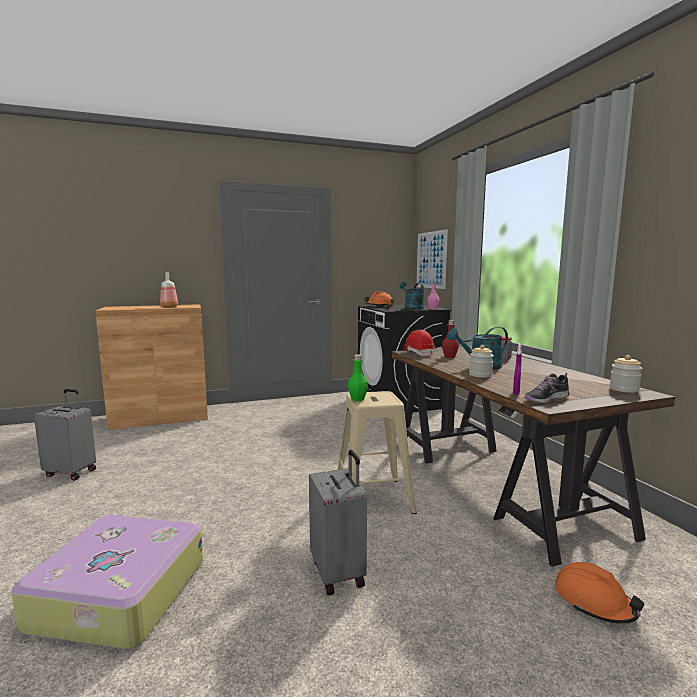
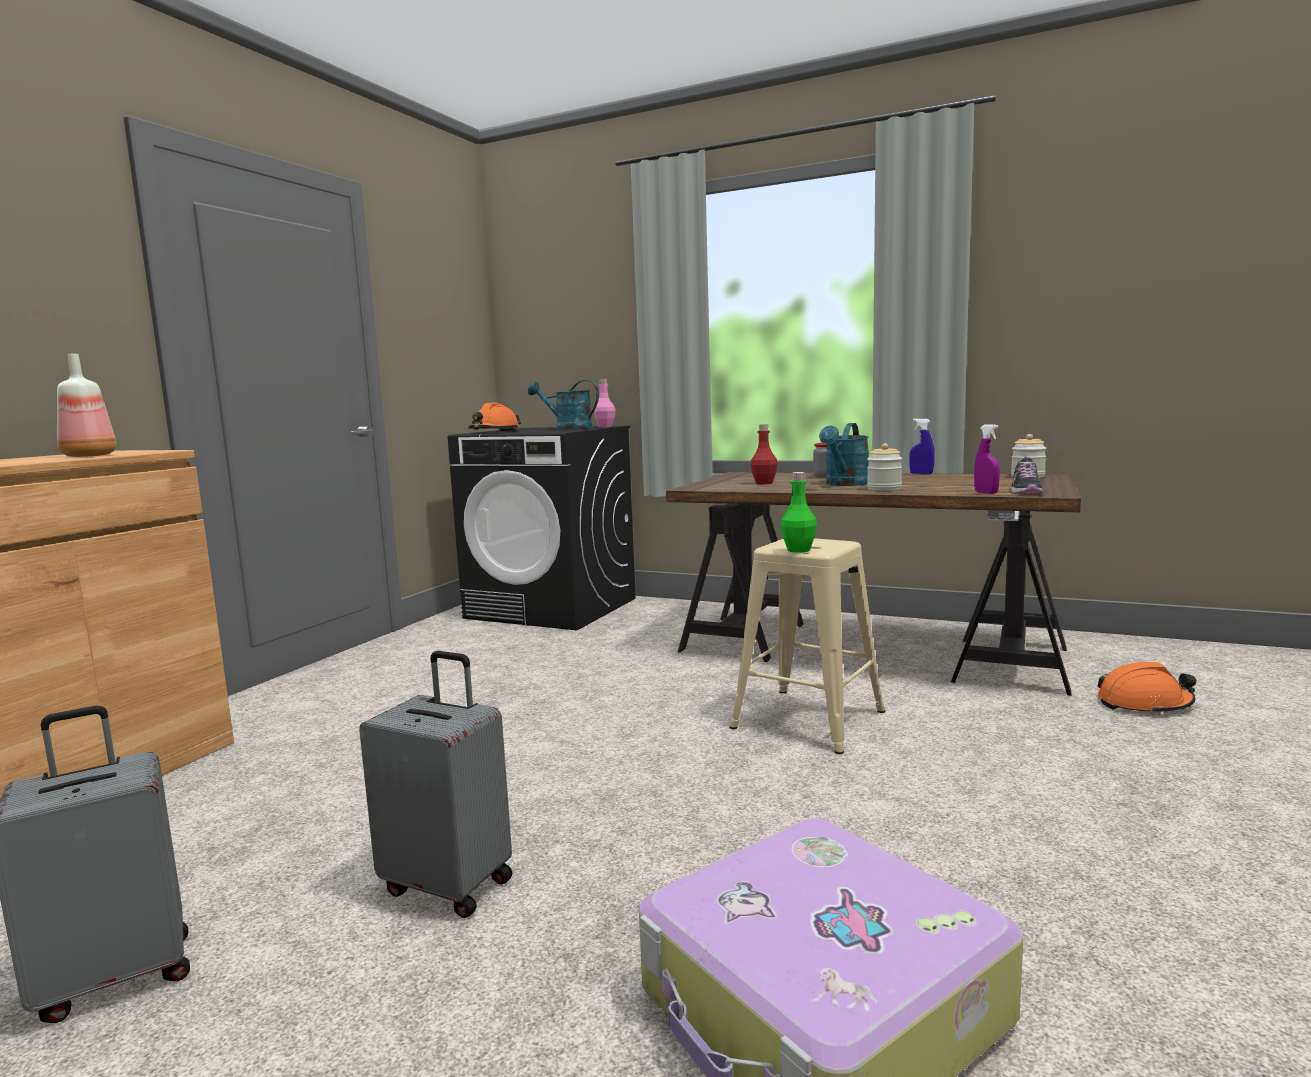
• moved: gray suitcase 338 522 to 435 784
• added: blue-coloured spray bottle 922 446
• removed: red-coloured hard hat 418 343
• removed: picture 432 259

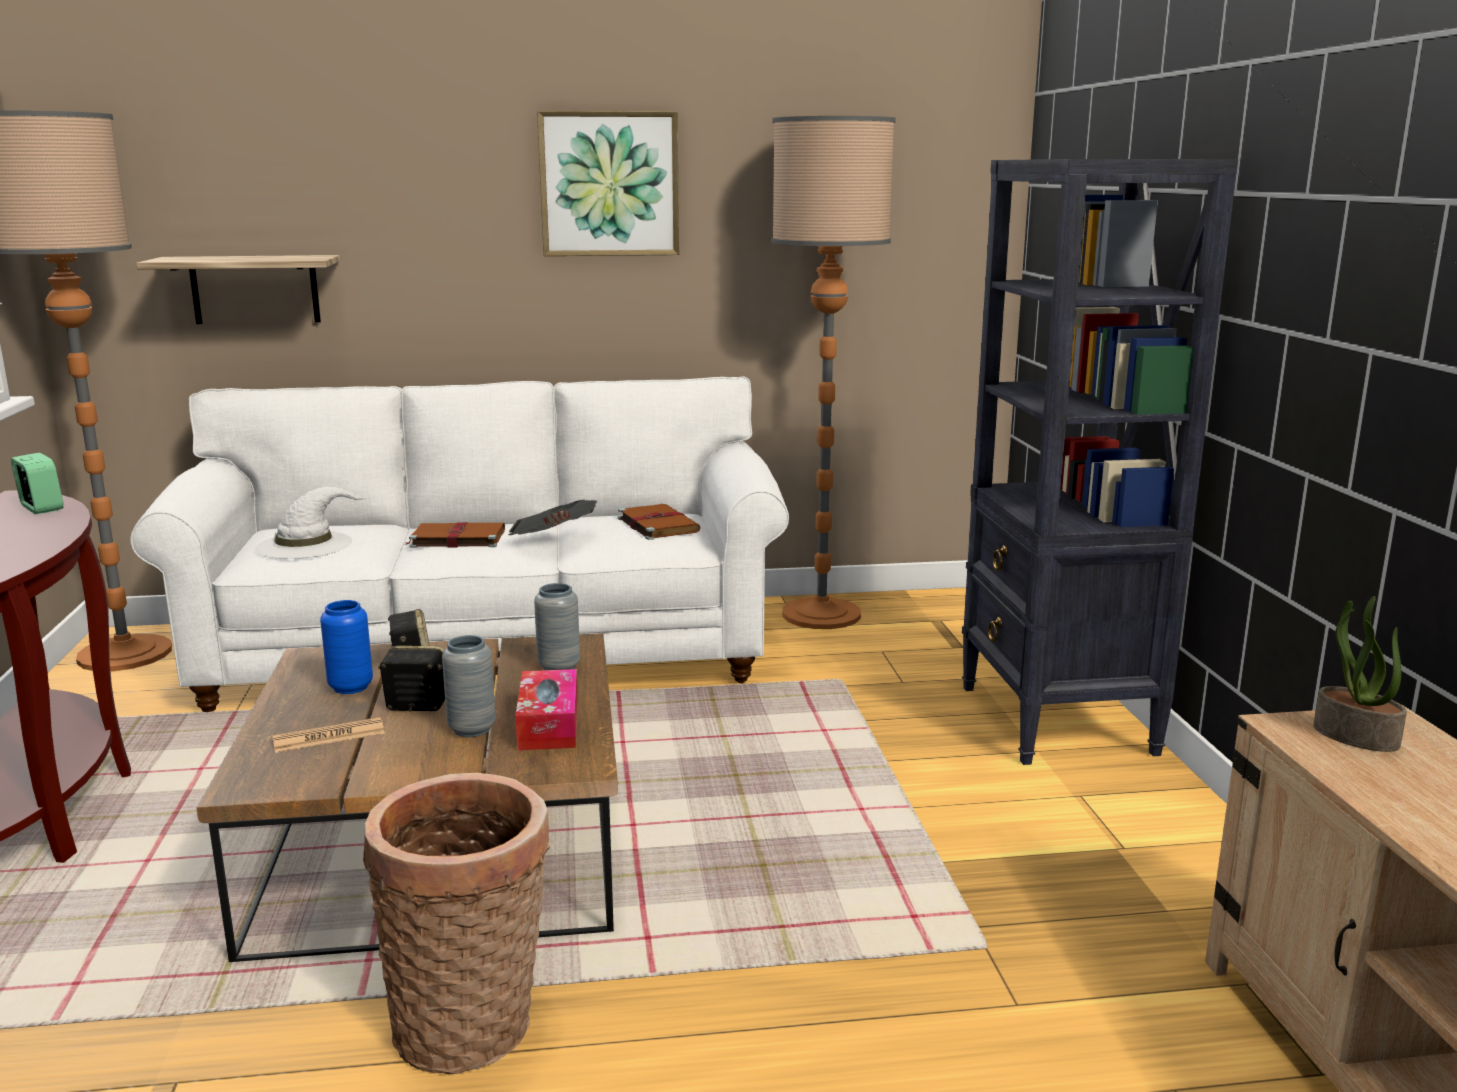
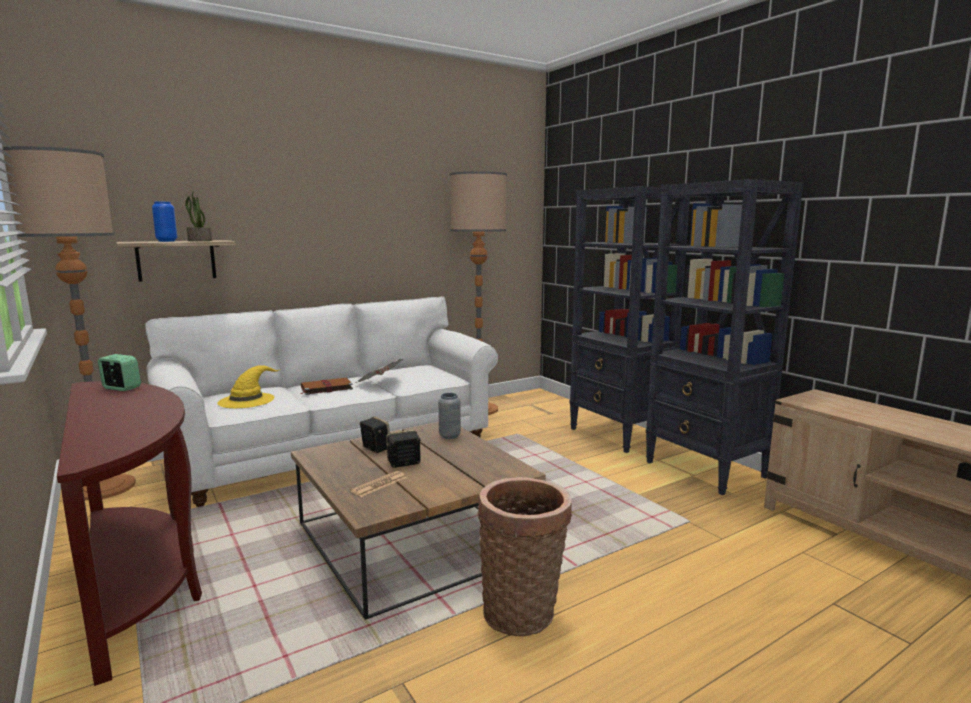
• moved: blue-coloured vase 346 647 to 164 222
• moved: plant in a pot 1360 674 to 198 215
• recoloured: white hat 312 523 to yellowish hat 249 386
• added: black bookcase 725 337
• removed: gray vase 469 686
• removed: box of tissues 546 709
• removed: picture 608 183
• removed: brown volume 659 522

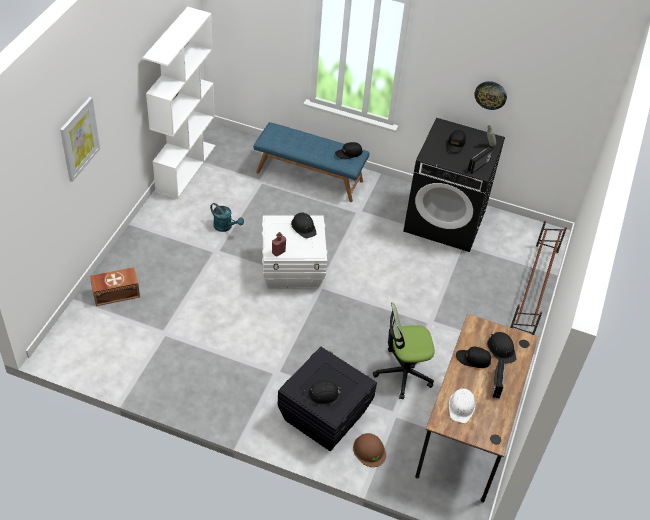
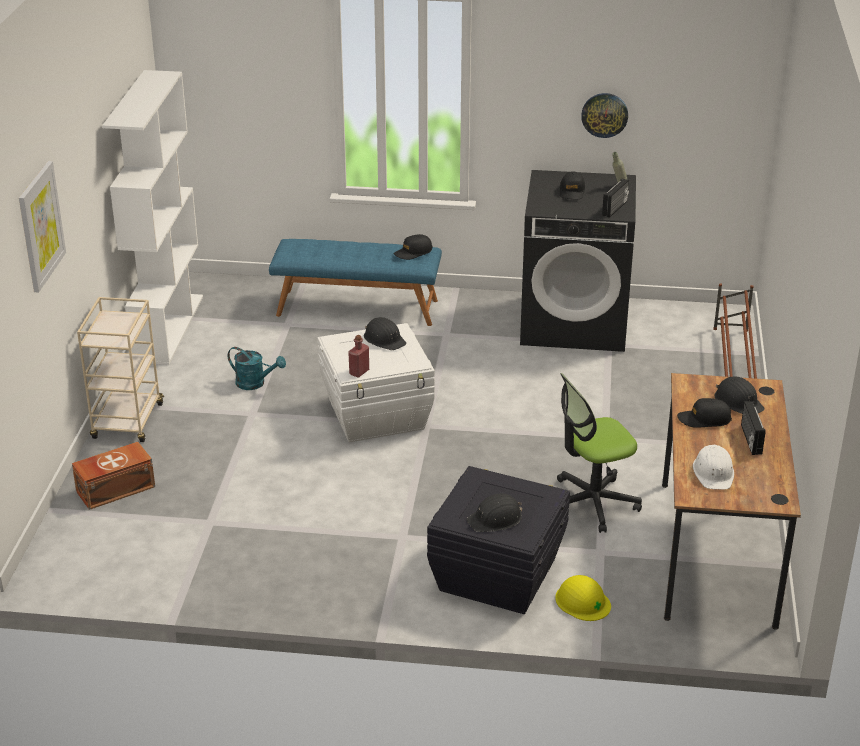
• added: beige-coloured trolley 120 369
• recoloured: brown hard hat 369 450 to yellowish hard hat 583 598

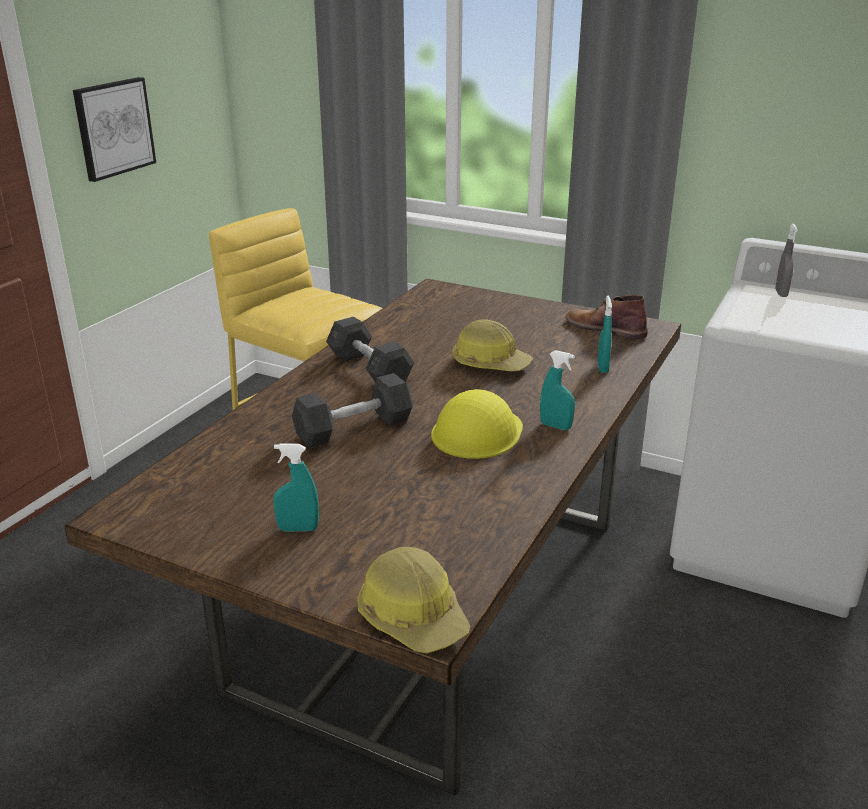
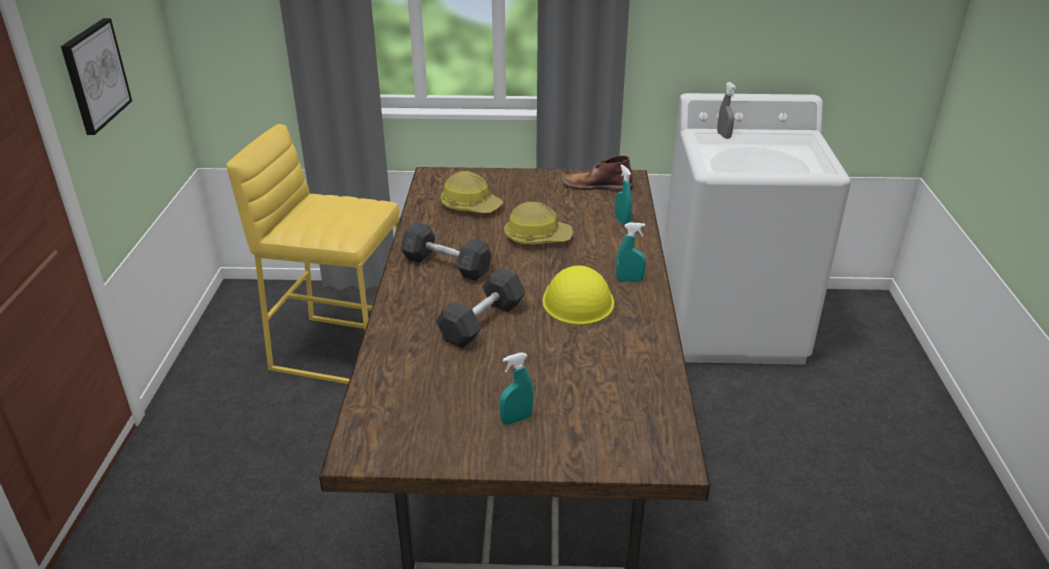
• moved: hard hat 413 600 to 471 192

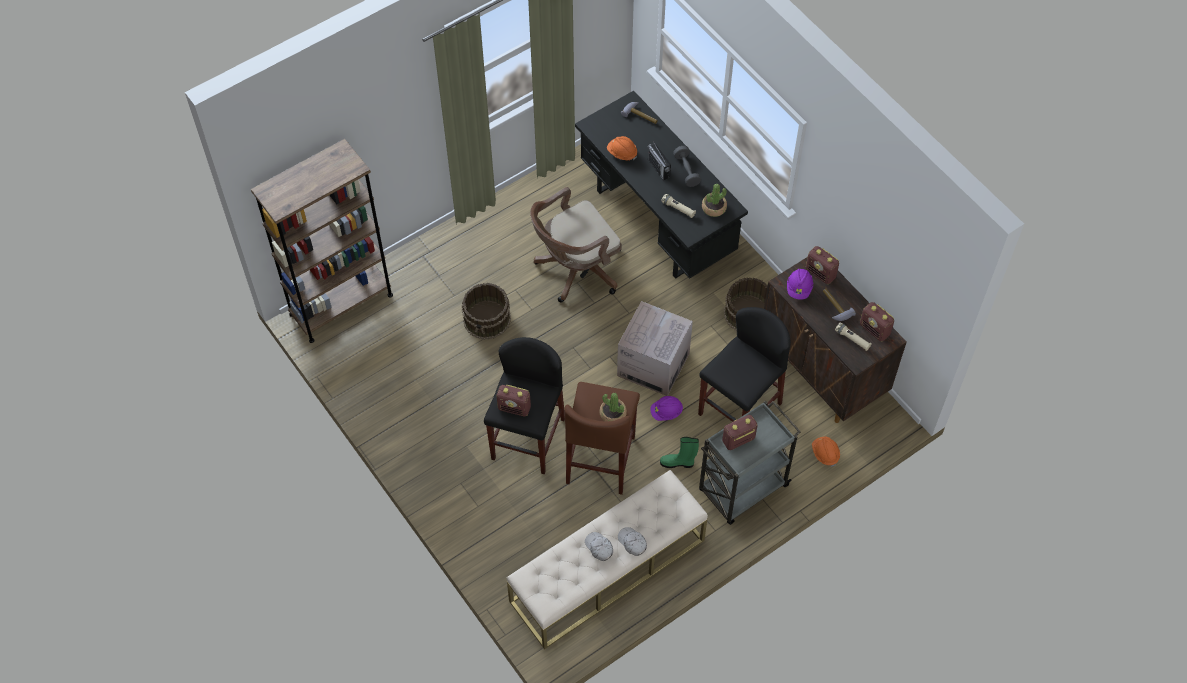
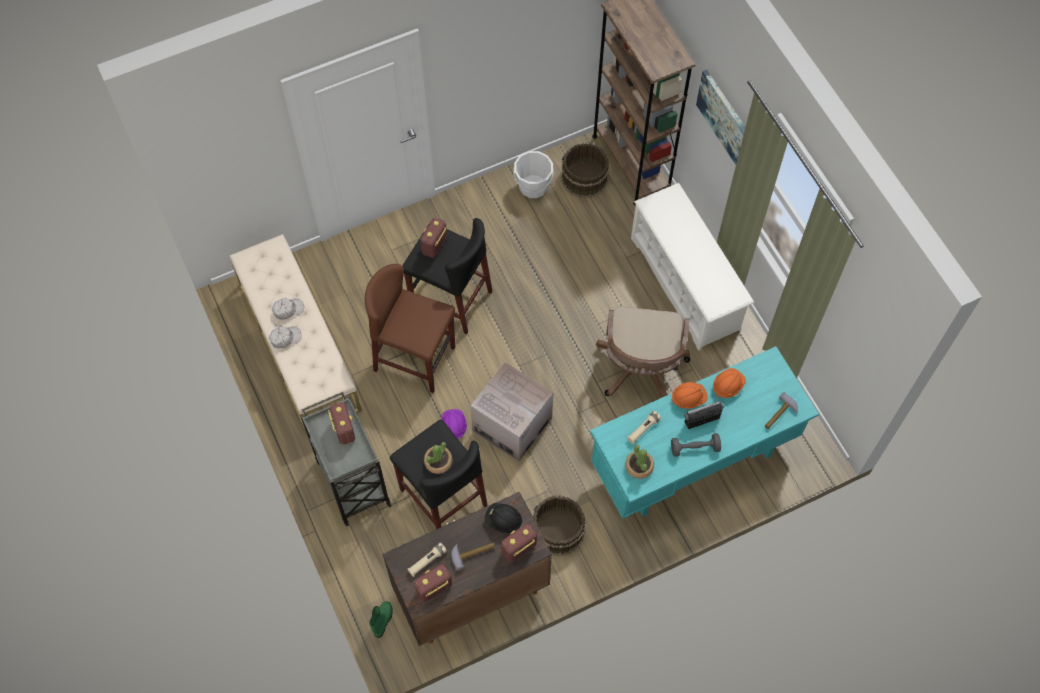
• moved: green high-top boot 679 452 to 381 619
• moved: plant in a pot 613 407 to 438 458
• recoloured: purplish hard hat 800 284 to black hard hat 504 518
• added: white water bucket 533 174
• moved: brown water bucket 486 311 to 585 170
• recoloured: black desk 661 185 to turquoise-coloured desk 704 432
• turned: brown office chair 576 244 = 643 351 150 degrees counterclockwise
• added: white shoe stand 692 267
• moved: orangey hard hat 826 452 to 690 395
• added: picture 720 117

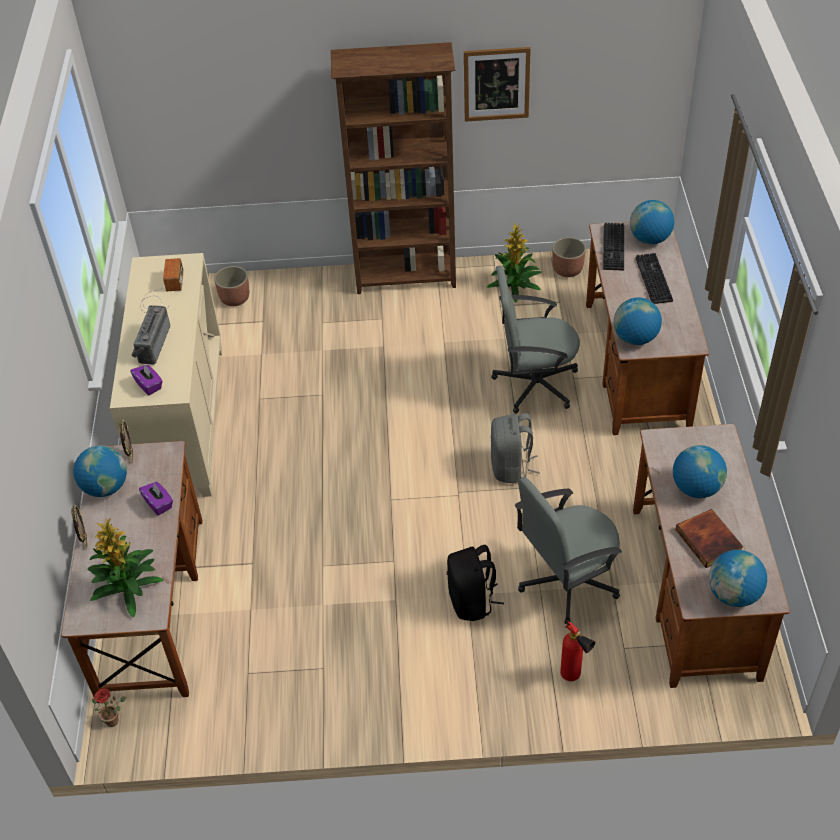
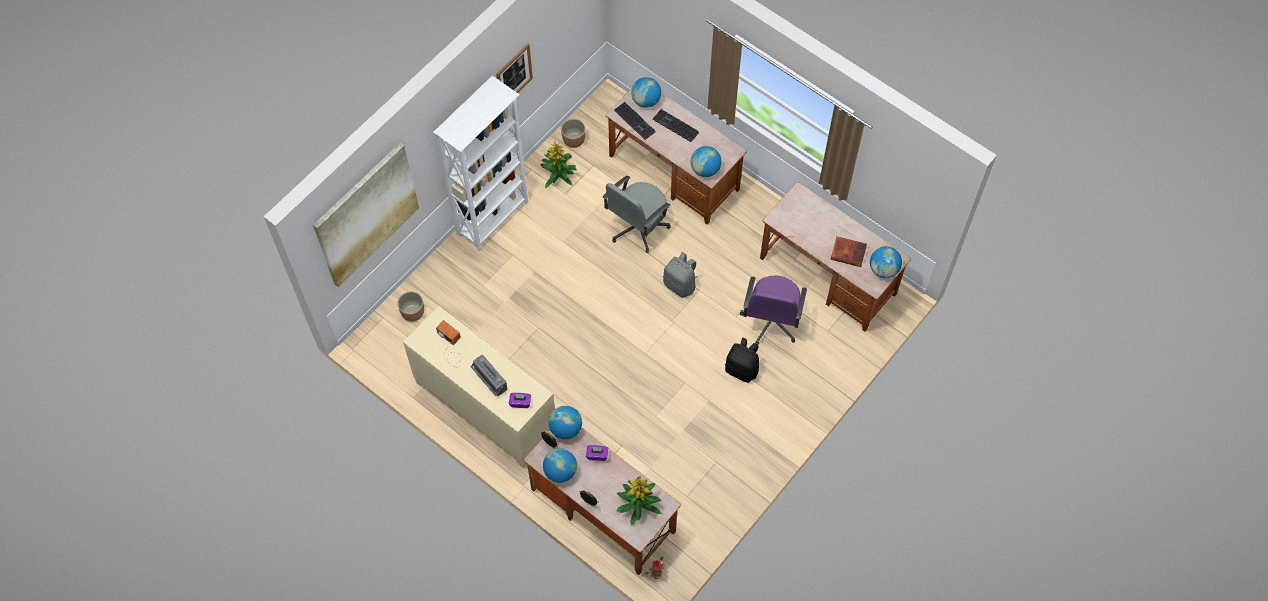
• added: picture 366 215
• recoloured: brown bookcase 393 168 to white bookcase 480 163
• moved: globe 700 471 to 565 422
• recoloured: gray office chair 568 551 to purplish office chair 773 310
• removed: fire-fighting cylinder 577 651

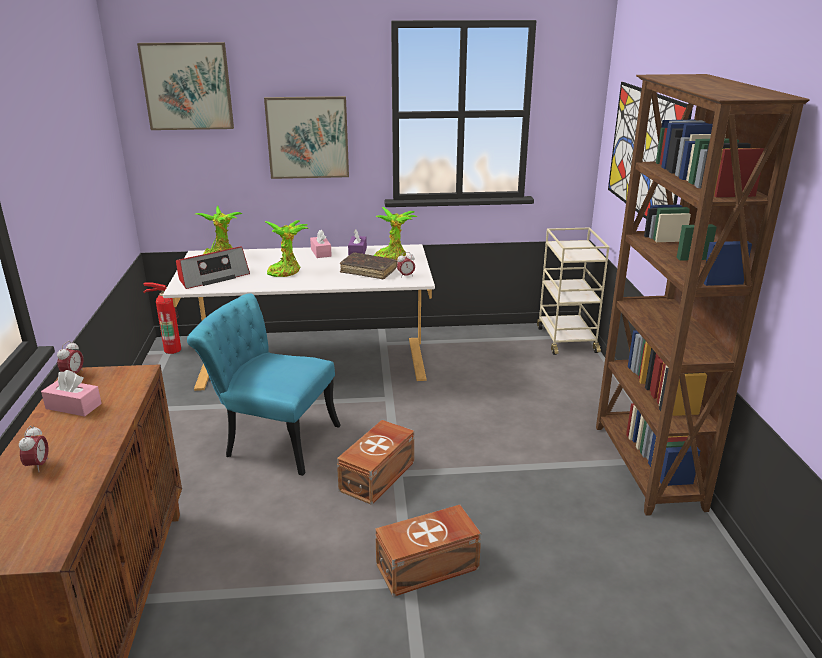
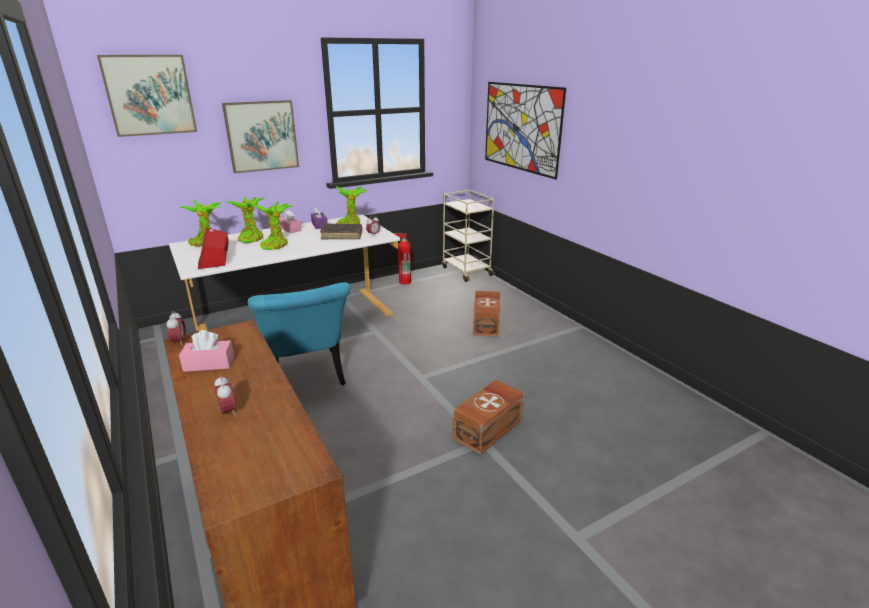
• turned: radio receiver 213 268 = 213 248 135 degrees clockwise
• added: plant in a pot 245 220
• turned: turquoise-coloured plain chair 264 384 = 299 333 105 degrees counterclockwise
• moved: fire-fighting cylinder 162 318 to 402 259
• moved: brown storage container 375 462 to 486 314
• removed: brown bookcase 702 295

